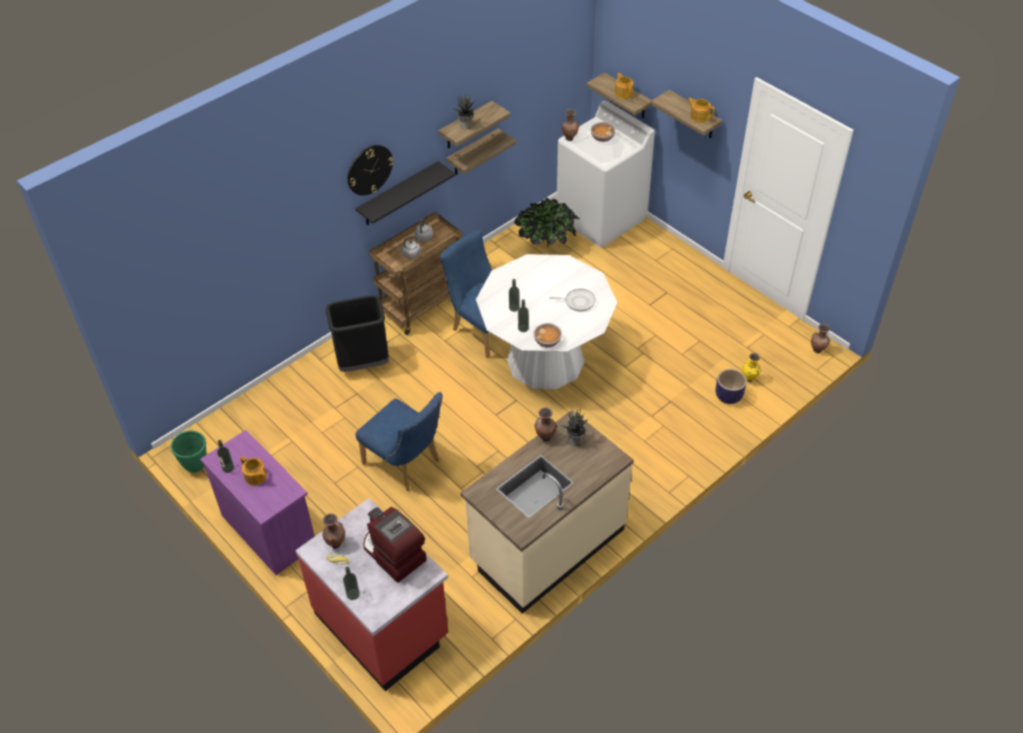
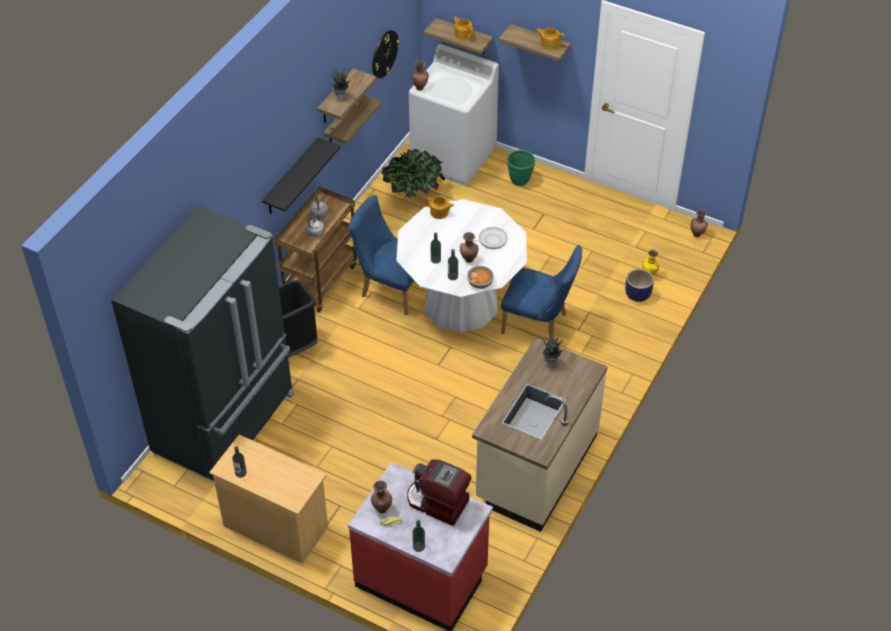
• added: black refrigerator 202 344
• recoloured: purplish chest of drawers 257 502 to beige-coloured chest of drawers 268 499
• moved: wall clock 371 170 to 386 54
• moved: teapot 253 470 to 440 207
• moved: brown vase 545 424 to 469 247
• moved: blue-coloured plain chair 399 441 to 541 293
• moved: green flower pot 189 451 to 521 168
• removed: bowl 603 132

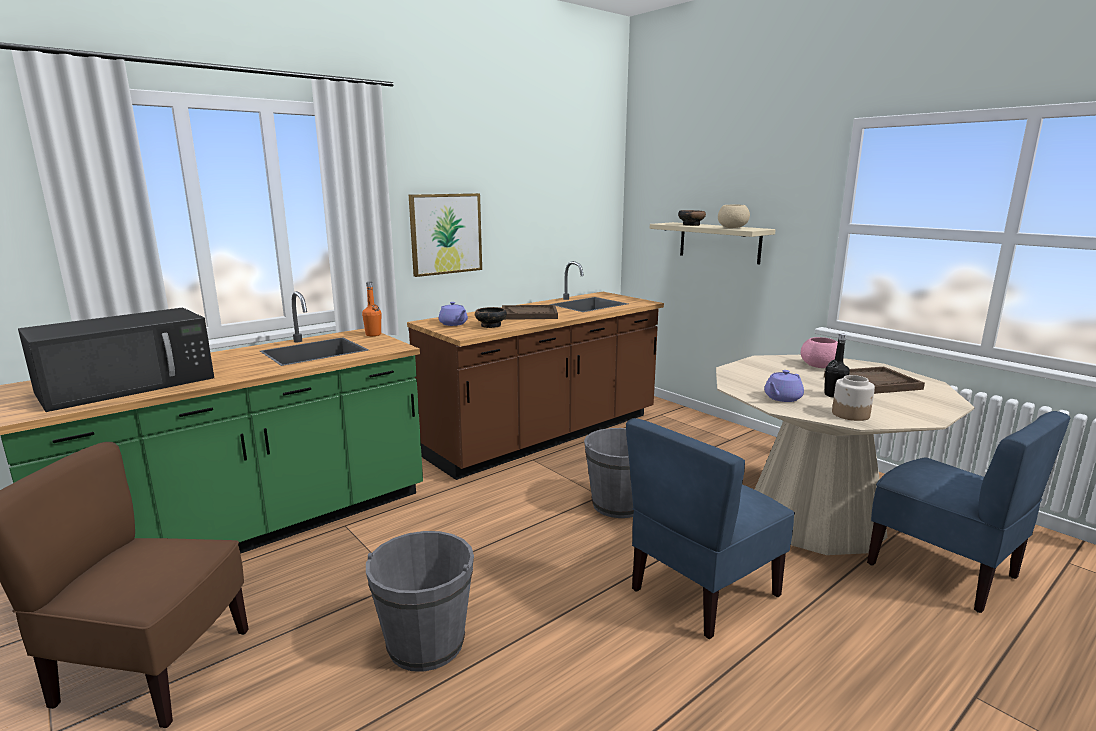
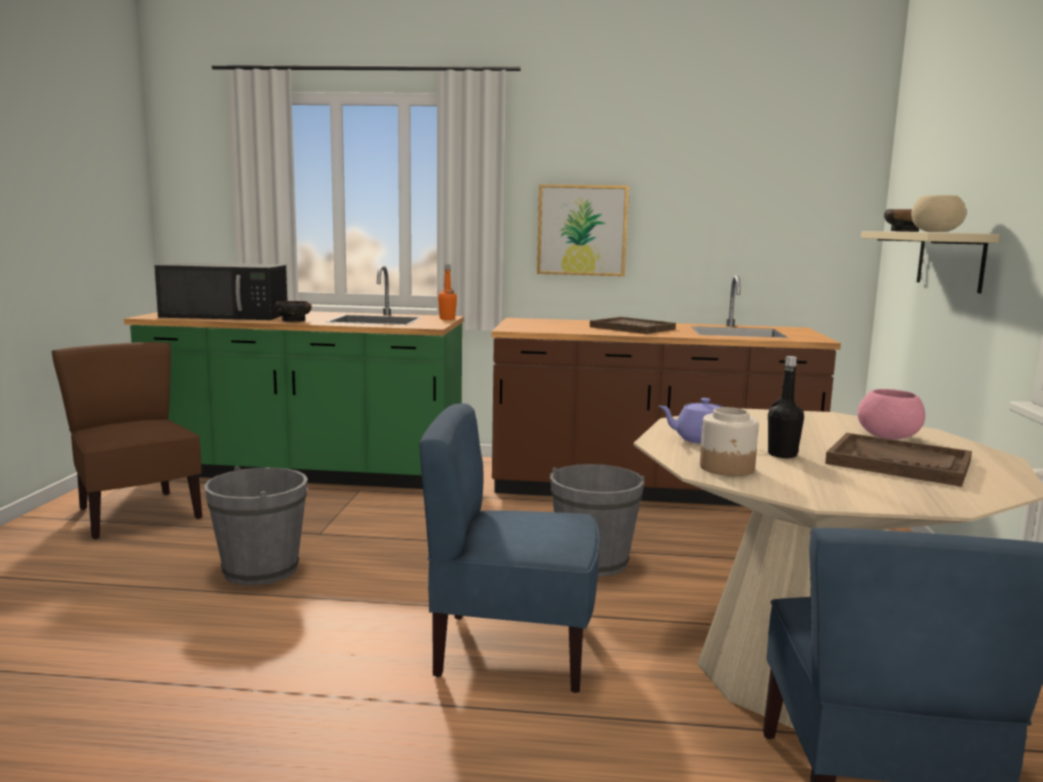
• moved: bowl 491 317 to 293 311
• removed: purplish teapot 453 314

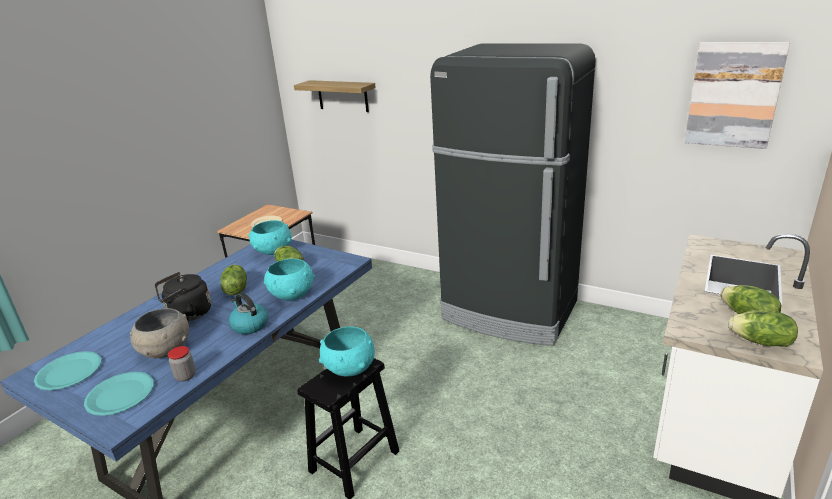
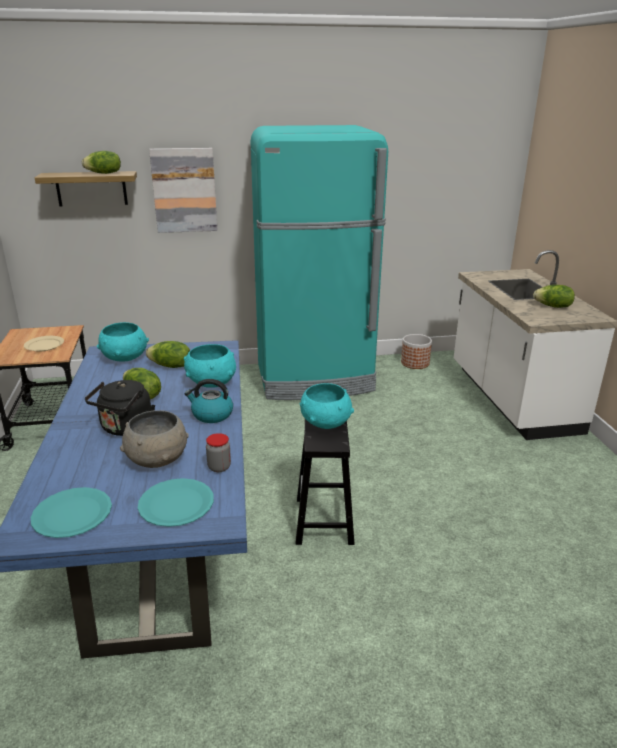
• moved: head of lettuce 763 328 to 101 162
• moved: picture 737 95 to 183 190
• recoloured: black refrigerator 512 194 to turquoise-coloured refrigerator 319 262
• added: flower pot 416 351

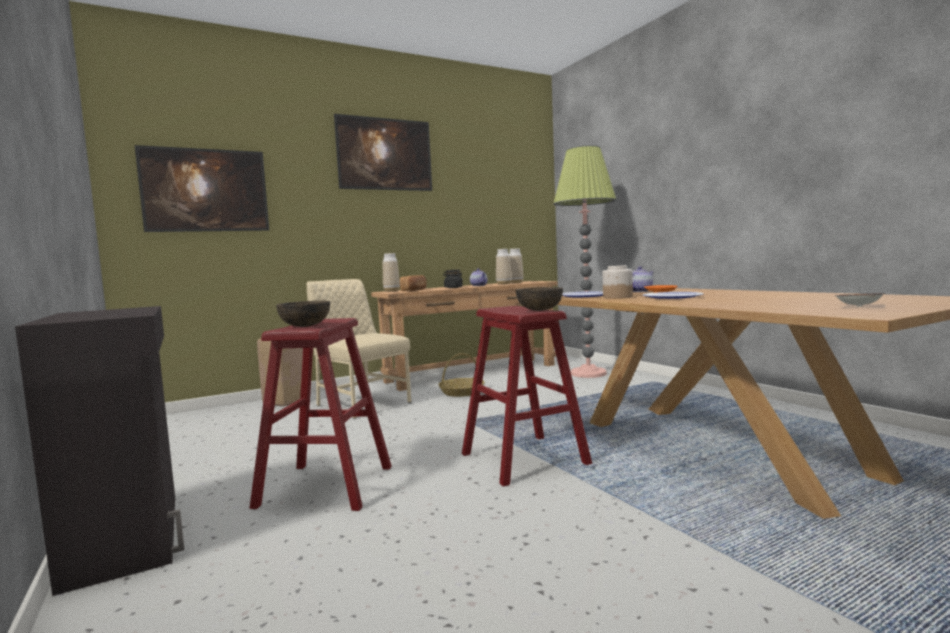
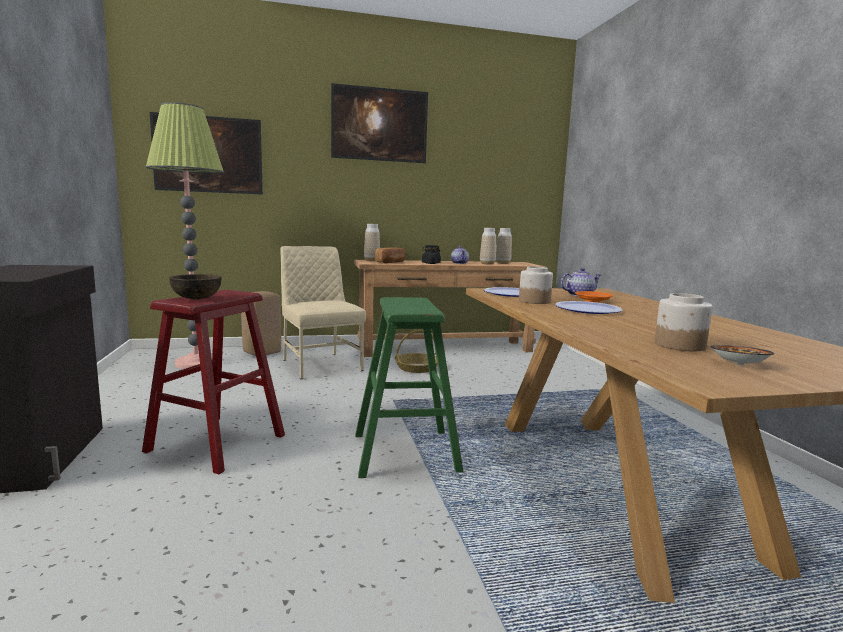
• moved: floor lamp 584 261 to 185 235
• recoloured: red-coloured stool seat 527 396 to green stool seat 409 387
• added: storage jar 683 322
• removed: brown bowl 539 299

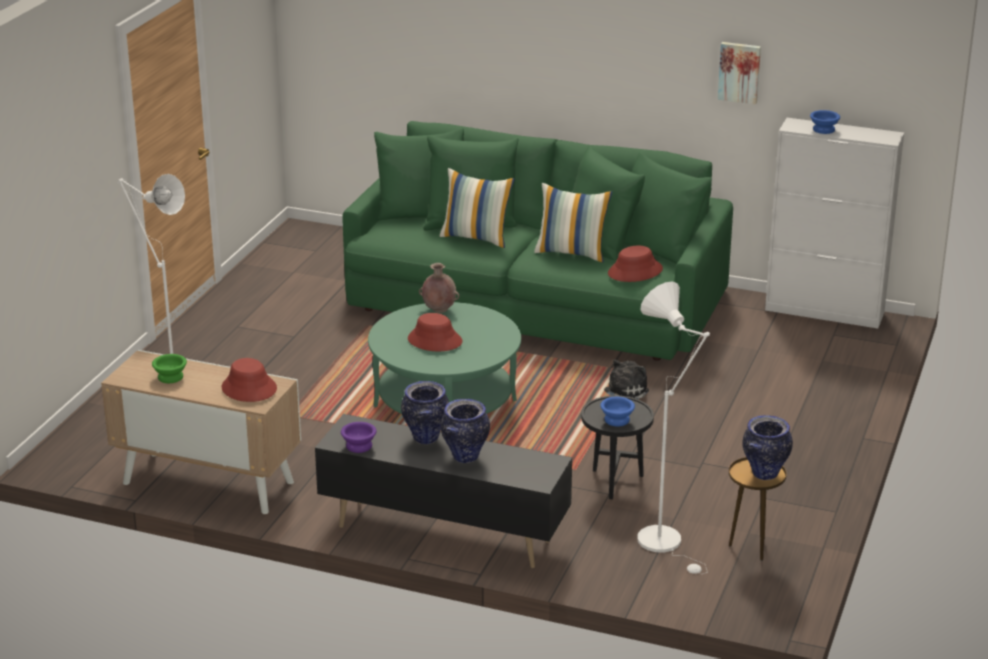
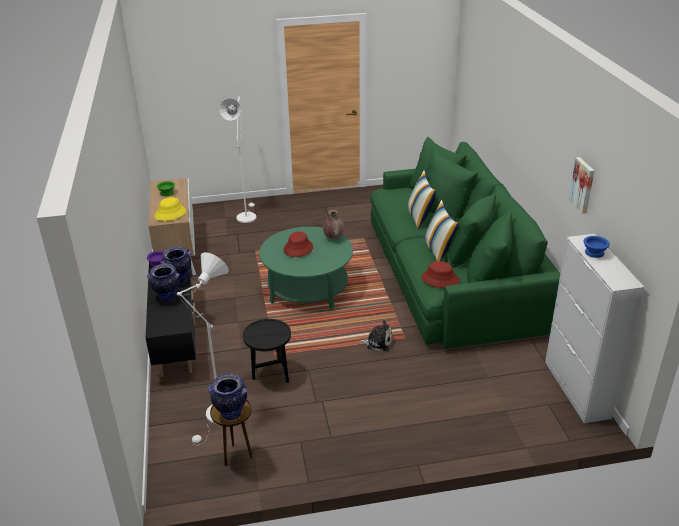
• recoloured: red-coloured hat 249 380 to yellowish hat 170 209
• removed: blue-coloured bowl 617 412

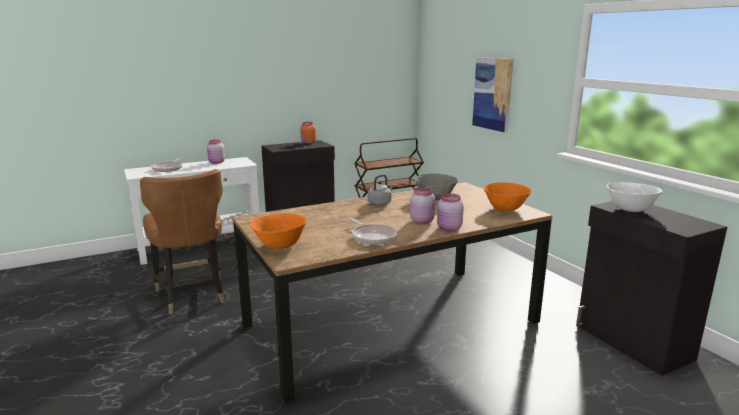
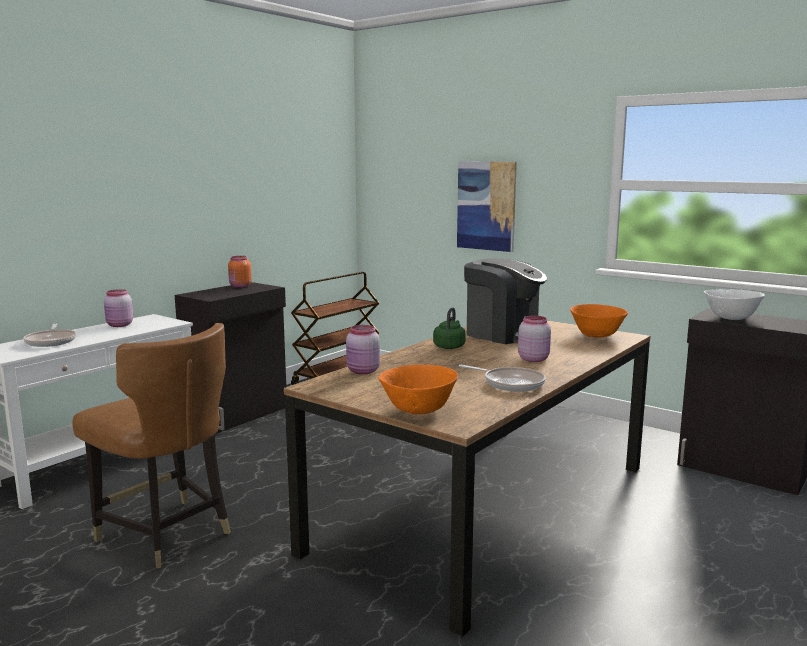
• moved: pinkish storage jar 450 212 to 363 349
• recoloured: gray water kettle 381 189 to green water kettle 449 328
• replaced: gray bowl 436 186 to coffee maker 505 301

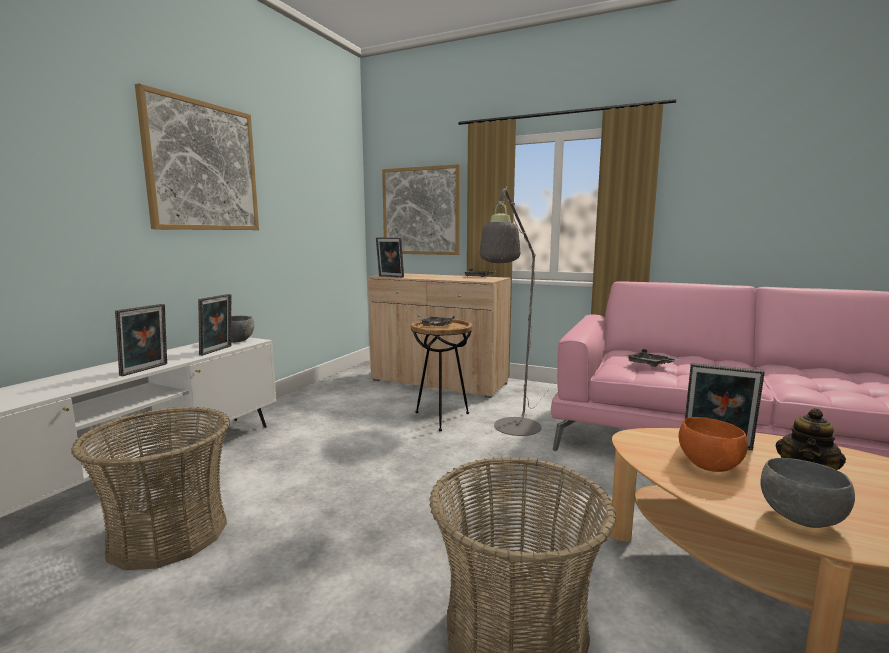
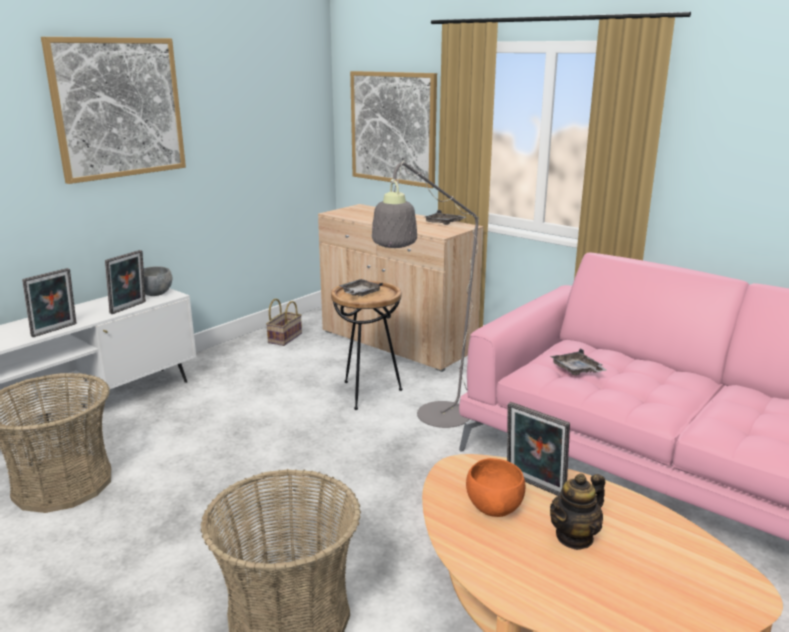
• added: basket 284 322
• removed: standing frame 390 257
• removed: gray bowl 807 493

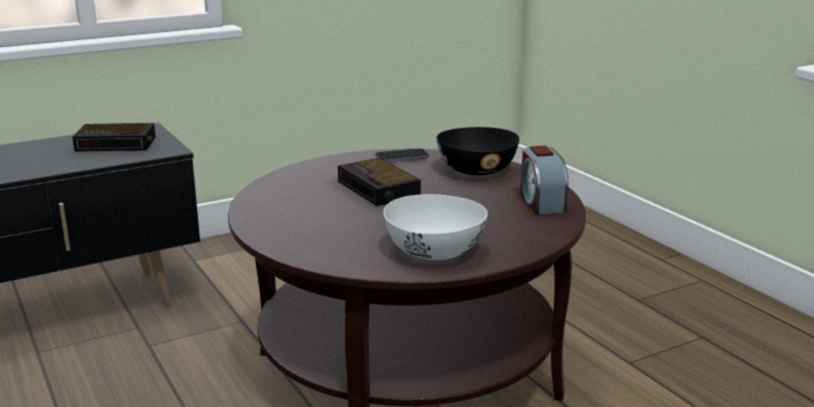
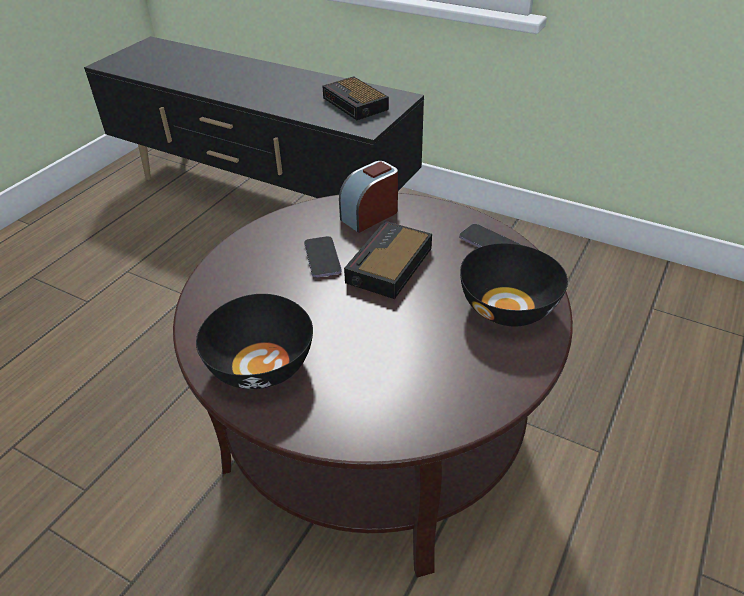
• recoloured: white bowl 436 227 to black bowl 254 341
• added: phone 323 257
• moved: bedside clock 544 180 to 368 197

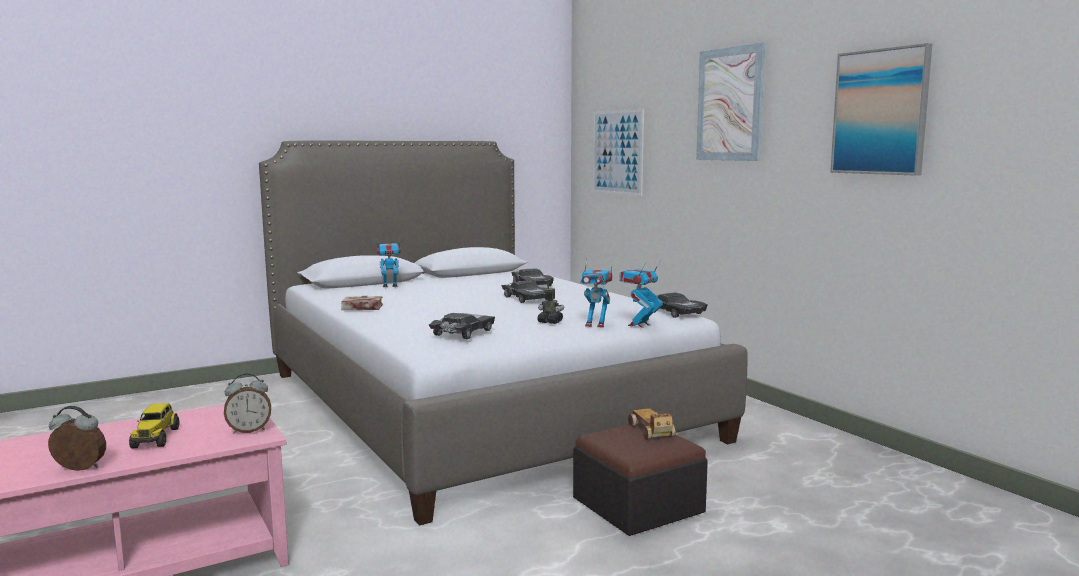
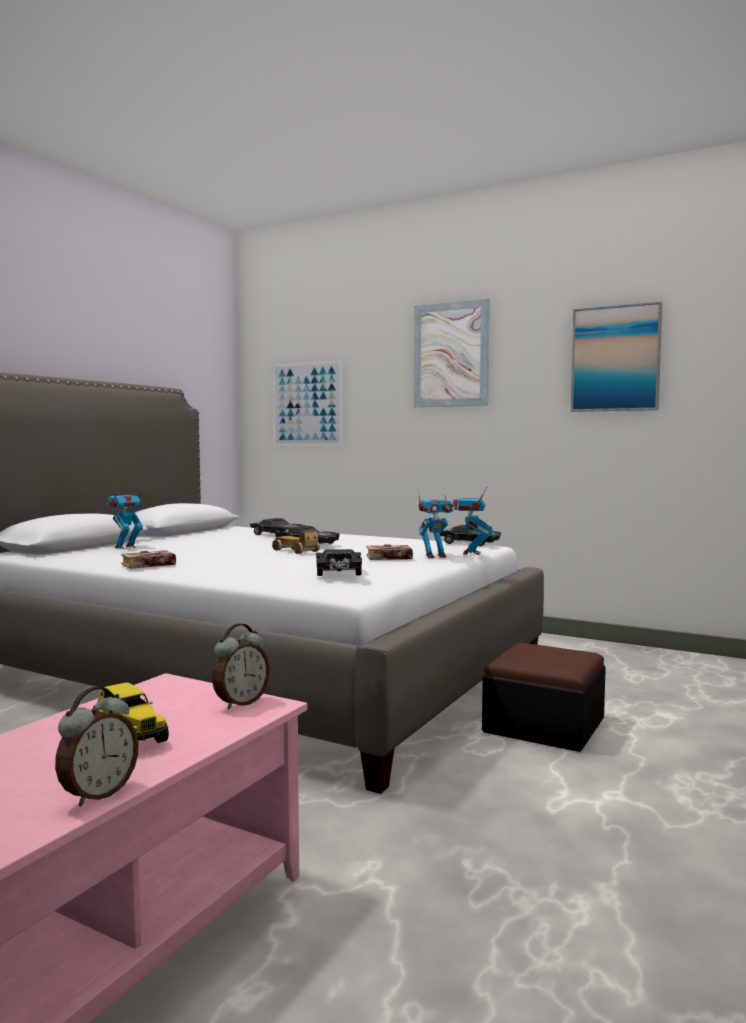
• turned: bedside clock 77 438 = 97 747 150 degrees clockwise
• moved: model car 652 424 to 296 542
• replaced: model robot 550 302 to volume 389 552

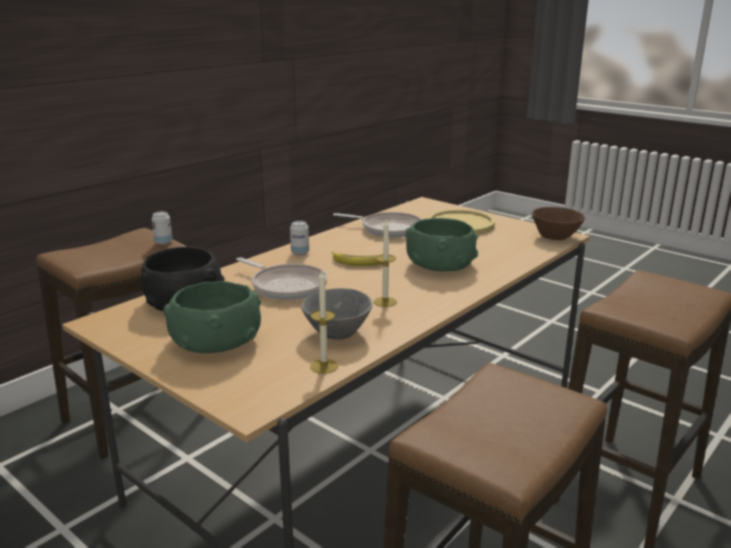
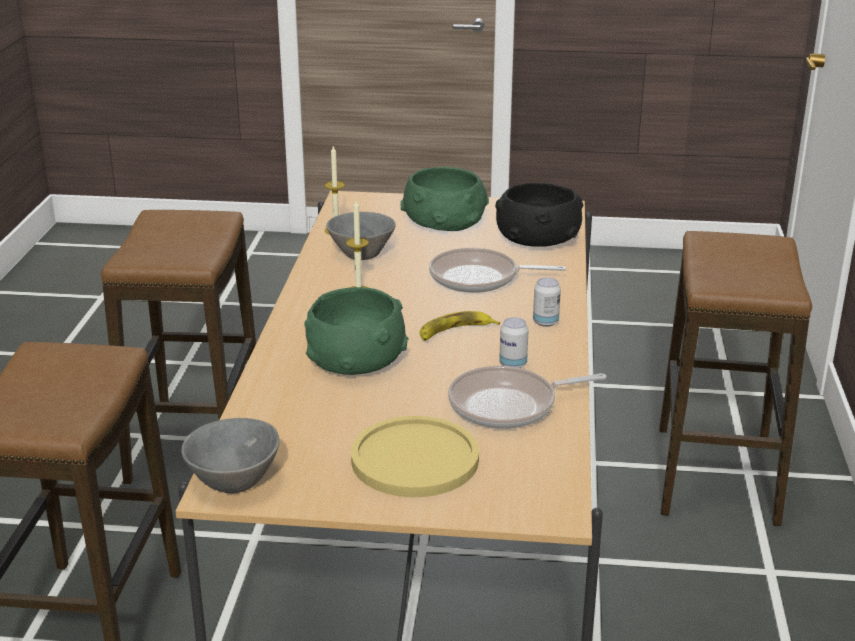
• recoloured: brown bowl 558 223 to gray bowl 230 455
• moved: metal can 162 228 to 514 342

